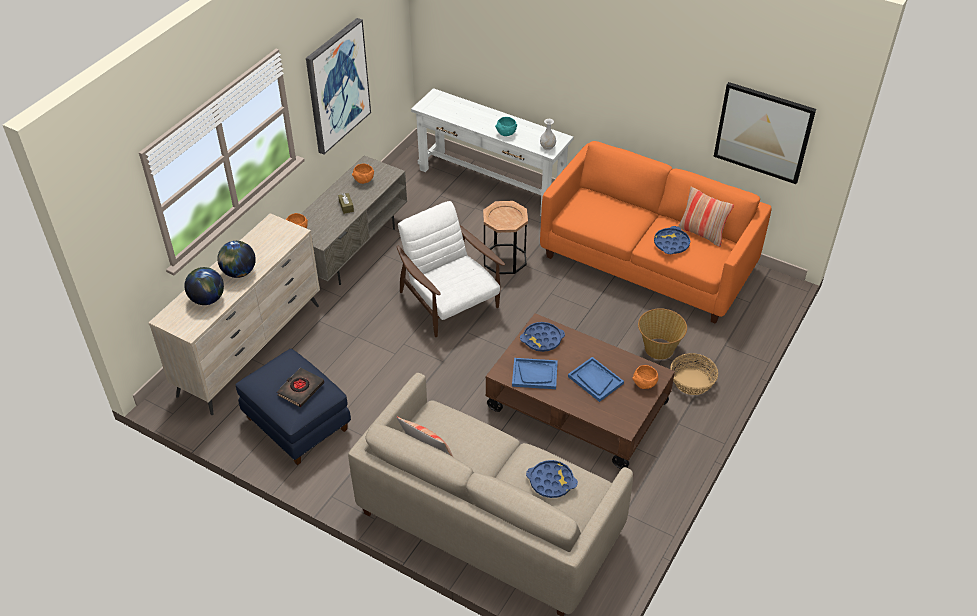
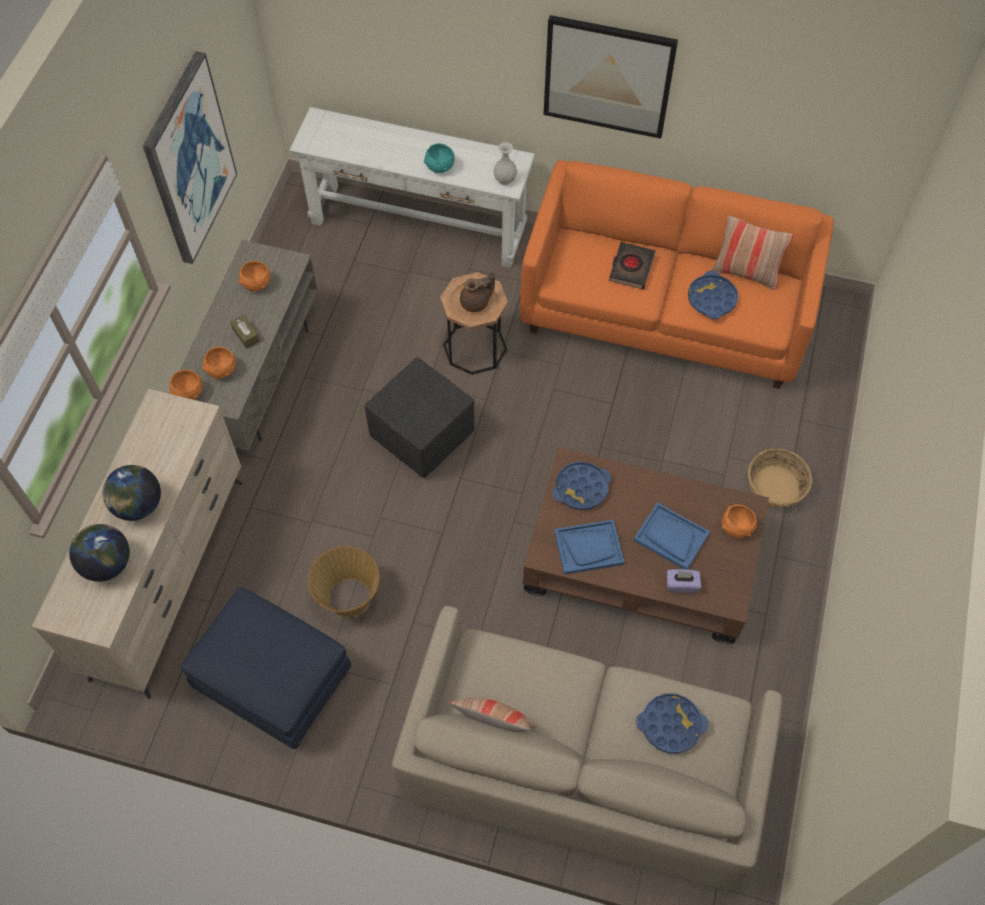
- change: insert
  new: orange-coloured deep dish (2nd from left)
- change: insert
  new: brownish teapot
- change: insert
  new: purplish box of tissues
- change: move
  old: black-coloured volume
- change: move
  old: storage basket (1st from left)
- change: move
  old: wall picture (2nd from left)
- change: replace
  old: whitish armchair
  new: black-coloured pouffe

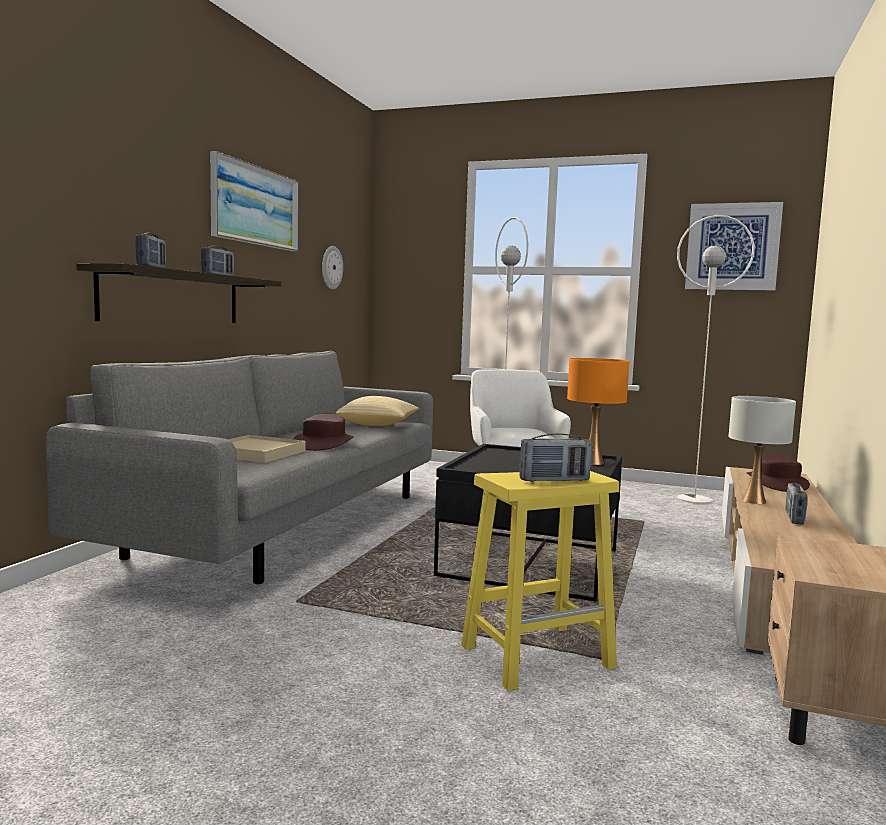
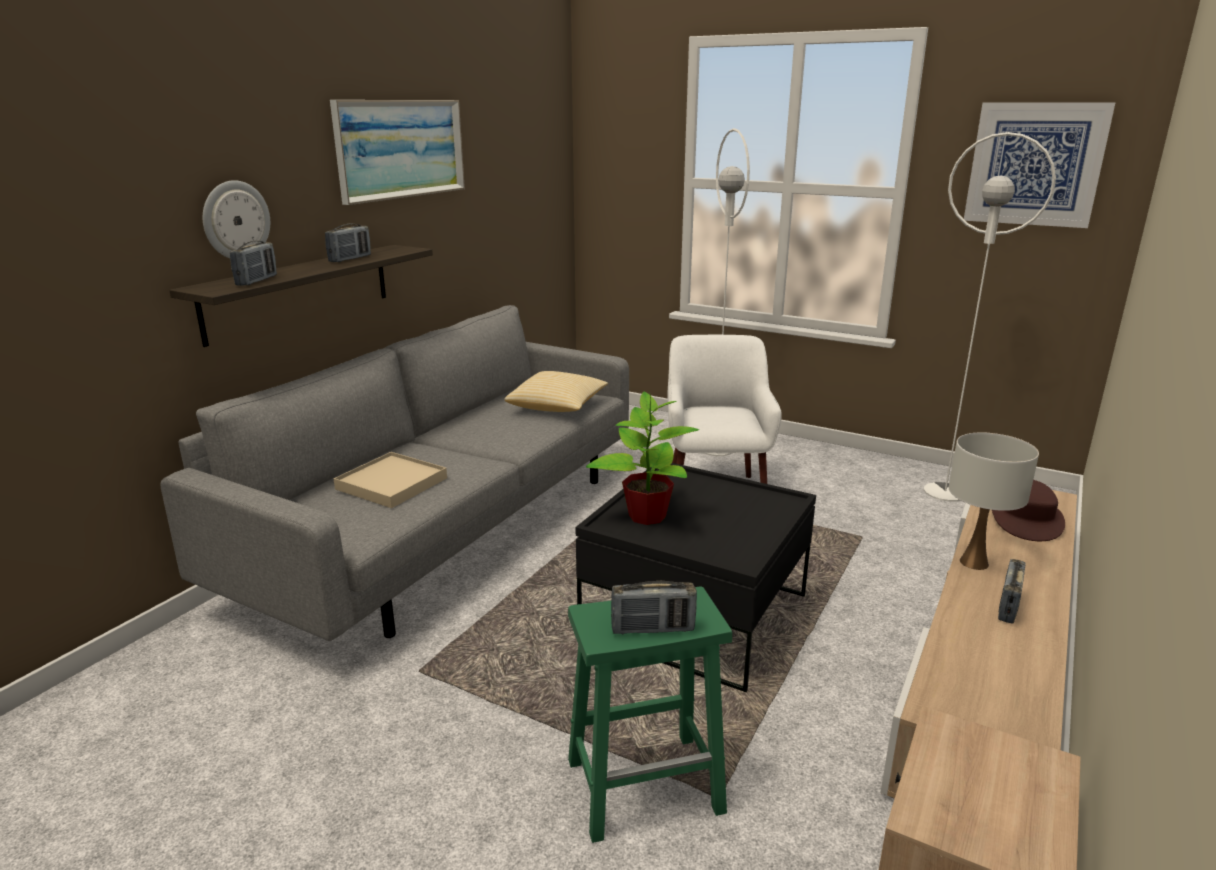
- change: delete
  old: brownish hat (1st from left)
- change: delete
  old: orange-coloured tabletop lamp
- change: insert
  new: plant in a pot
- change: move
  old: hanging clock
- change: recolor
  old: yellow-coloured stool
  new: green stool

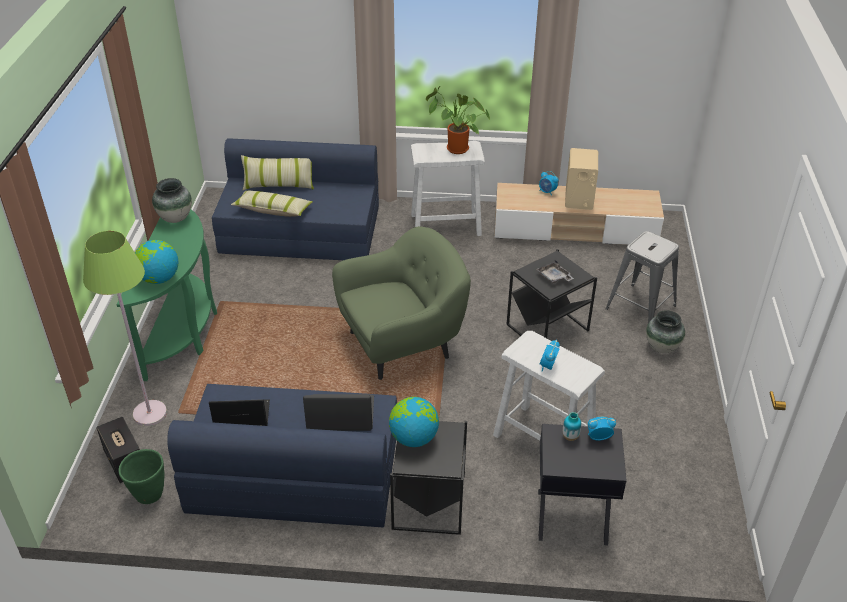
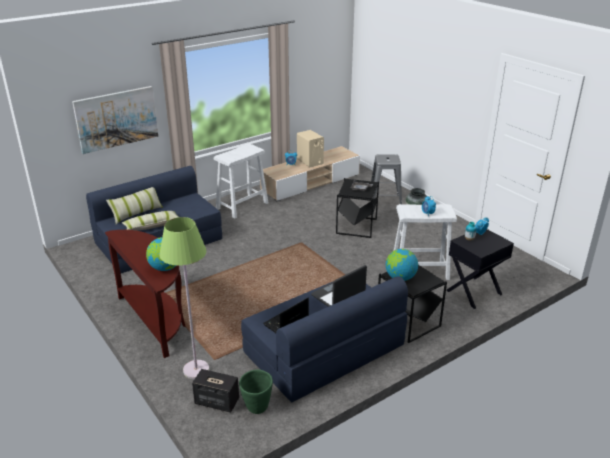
- change: delete
  old: flower vase (1st from left)
- change: delete
  old: green armchair
- change: delete
  old: plant in a pot
- change: insert
  new: wall picture
- change: recolor
  old: green narrow table
  new: brownish narrow table

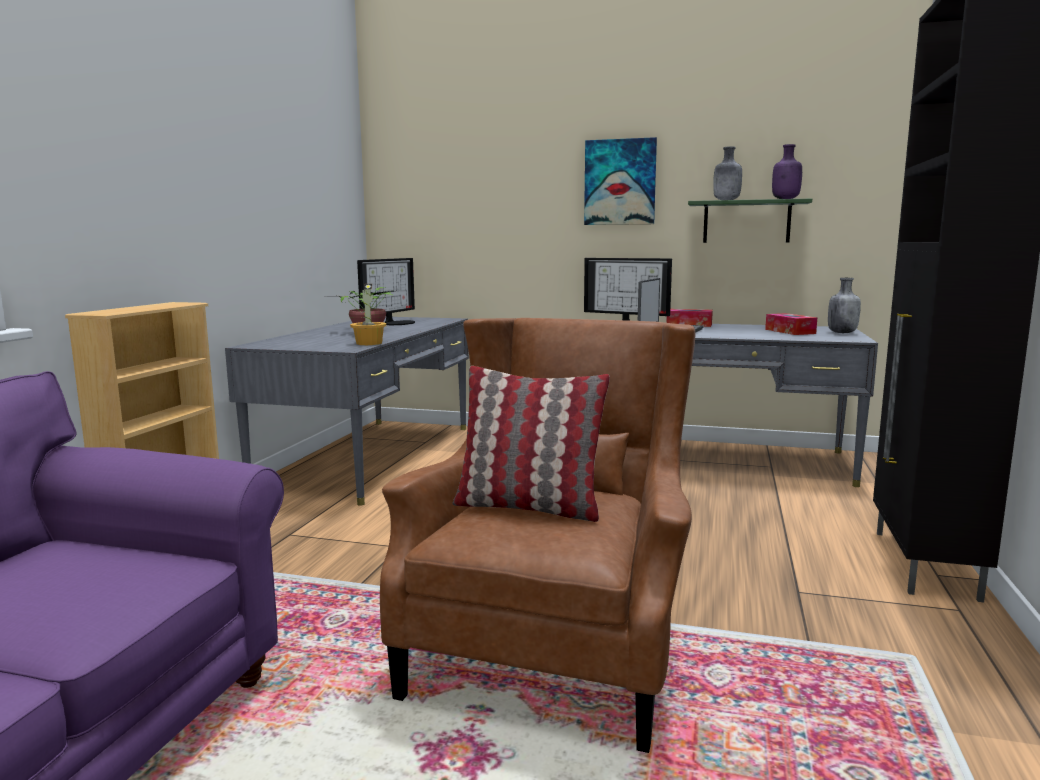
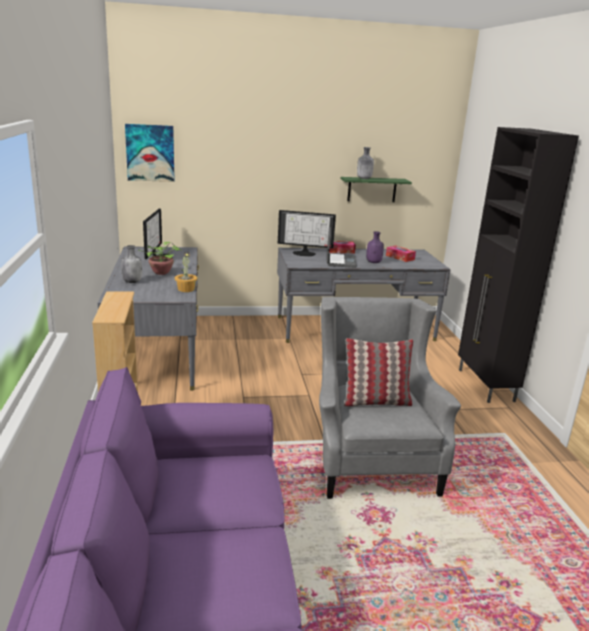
- change: move
  old: wall picture
- change: move
  old: purplish beverage bottle
- change: move
  old: greyish beverage bottle (2nd from left in the first image)
  new: greyish beverage bottle (1st from left)
- change: recolor
  old: brownish armchair
  new: greyish armchair

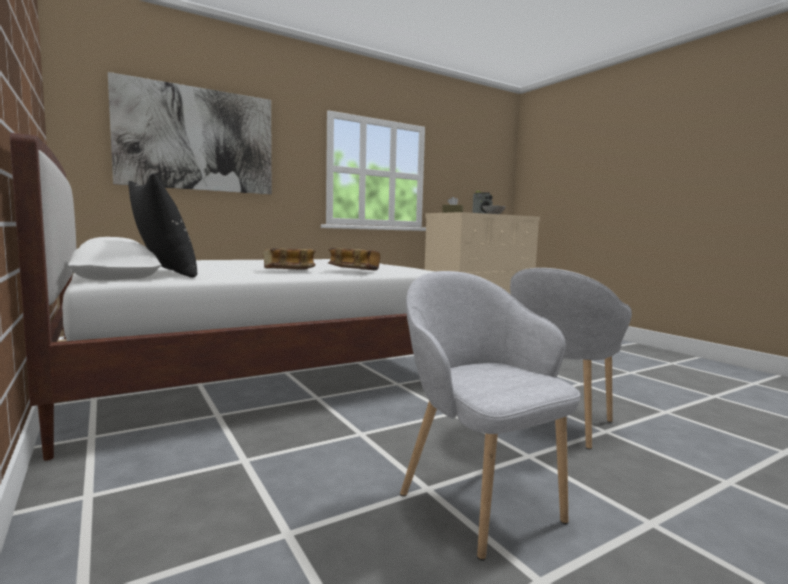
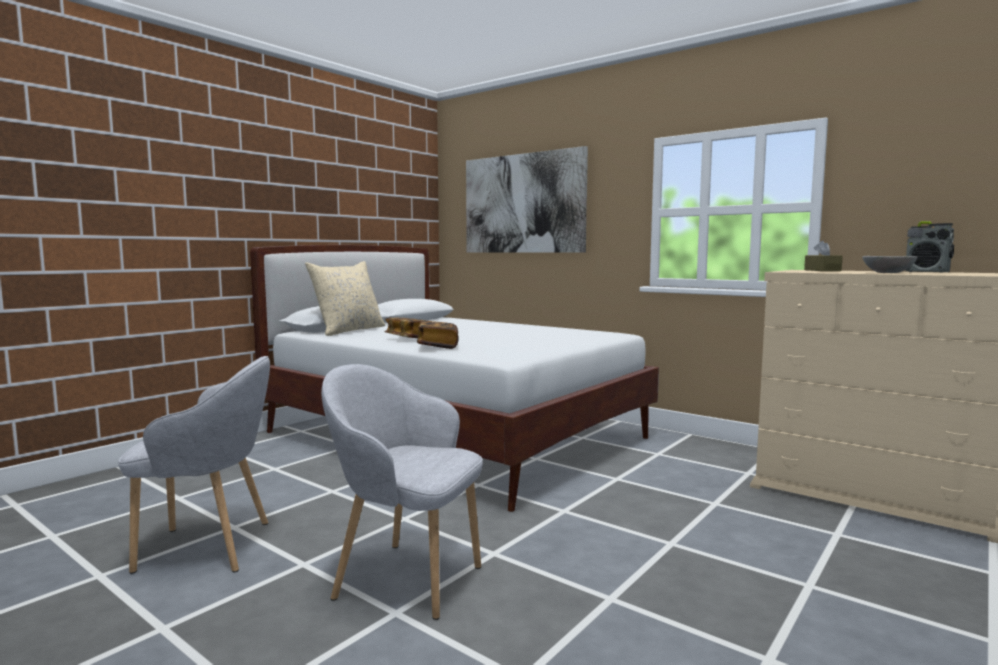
- change: recolor
  old: black-coloured throw pillow
  new: beige-coloured throw pillow
- change: rotate
  old: greyish armchair (1st from left)
  degrees: 45

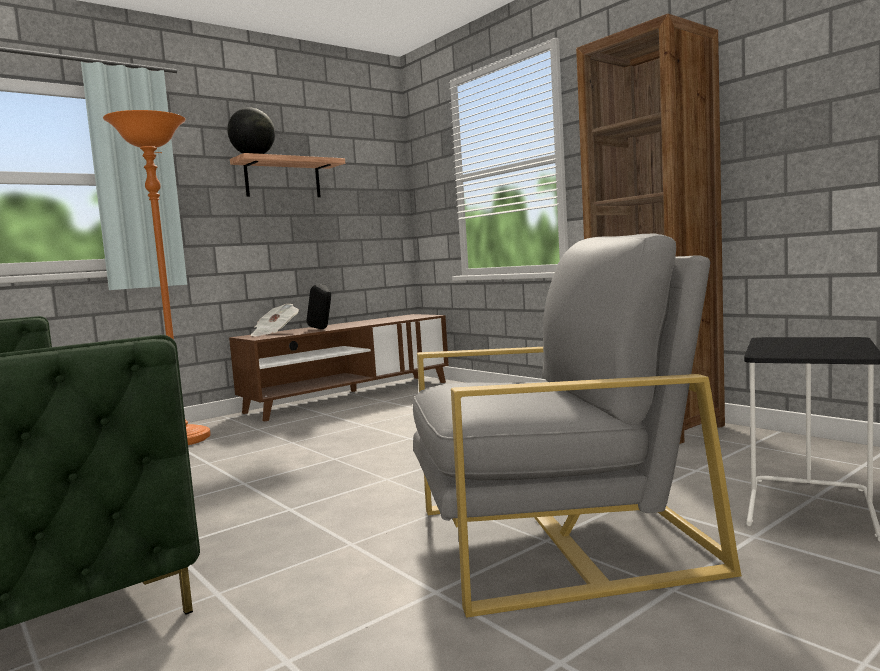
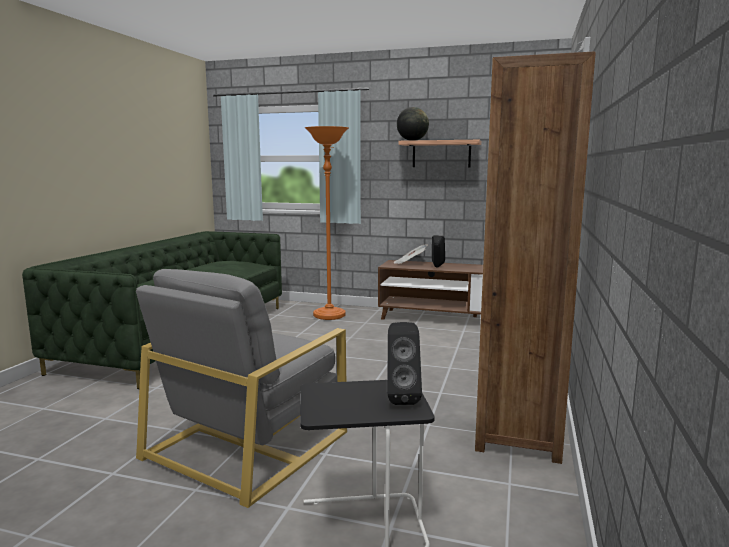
- change: insert
  new: black-coloured speaker (1st from left)
- change: rotate
  old: greyish armchair
  degrees: 75

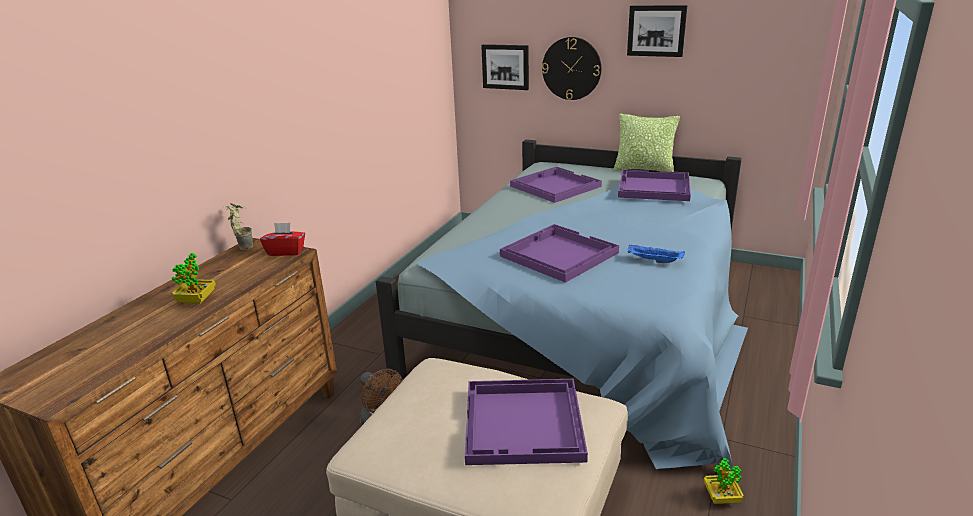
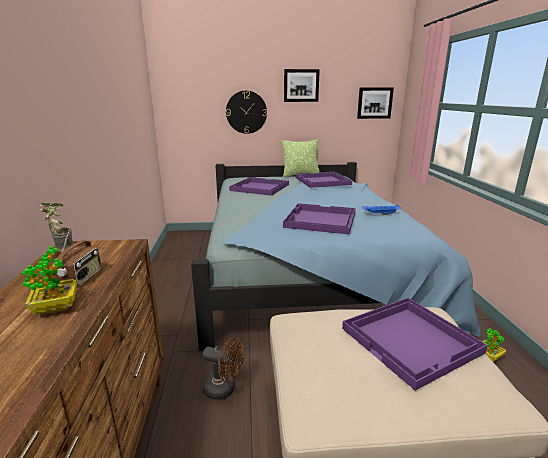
- change: delete
  old: reddish box of tissues
- change: insert
  new: radio
- change: move
  old: wall picture (1st from left in the first image)
  new: wall picture (2nd from left)

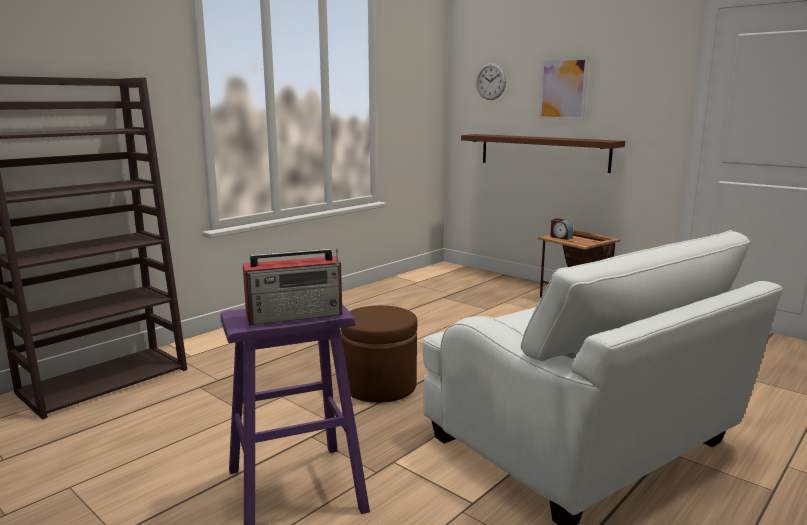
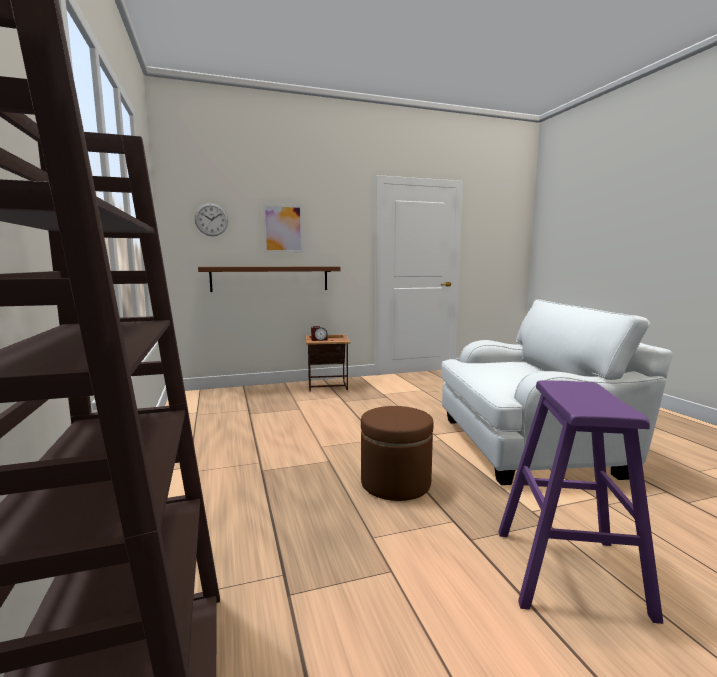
- change: delete
  old: radio

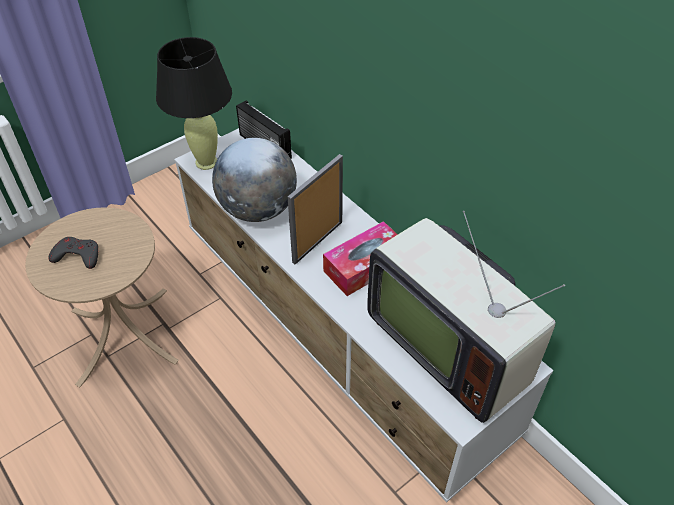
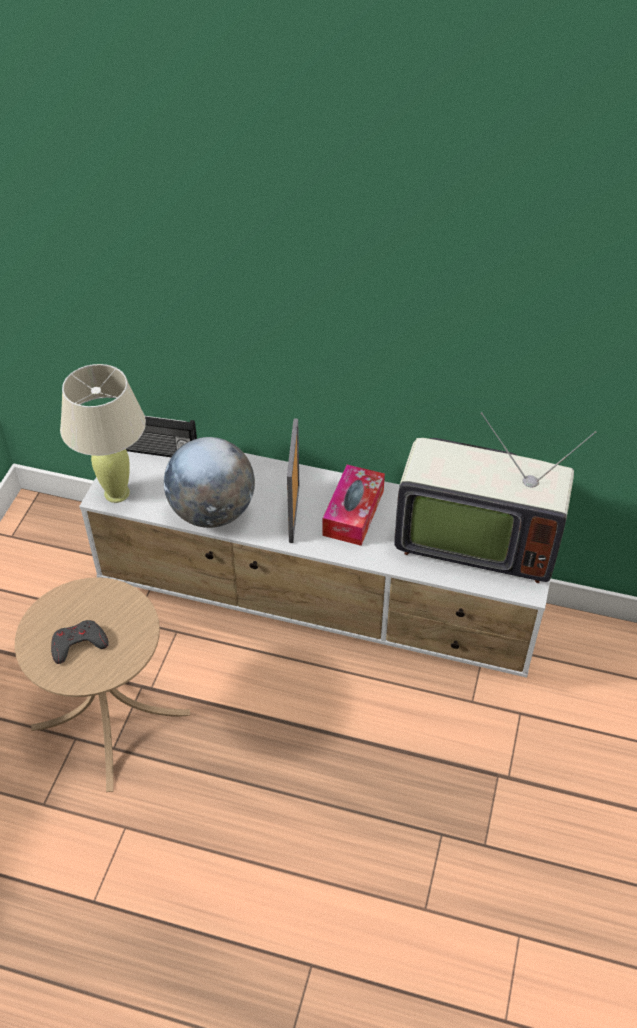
- change: recolor
  old: black-coloured tabletop lamp
  new: beige-coloured tabletop lamp

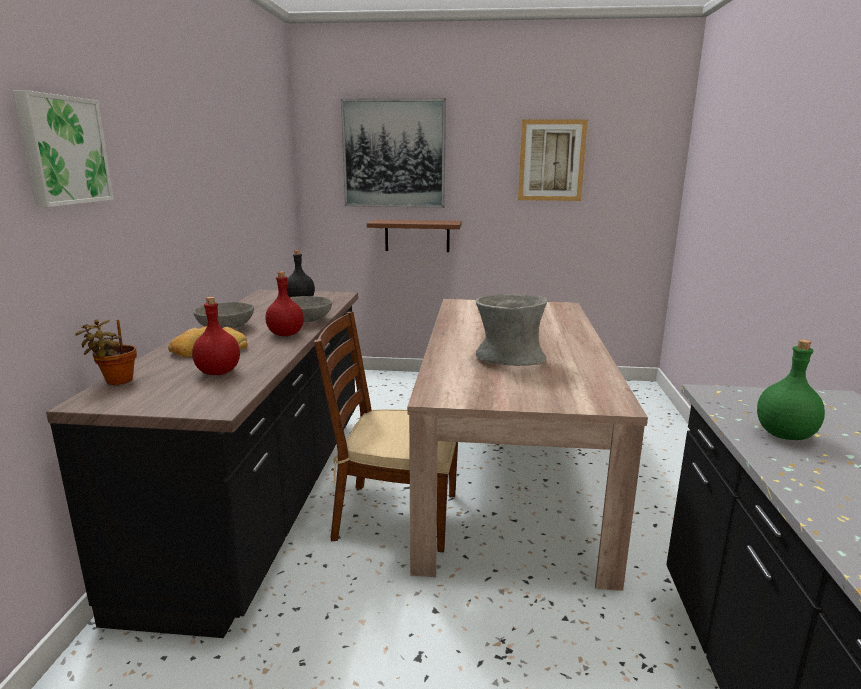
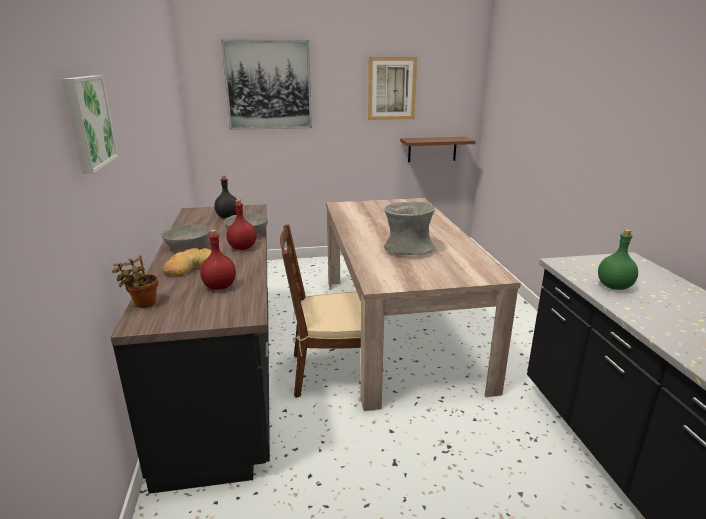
- change: move
  old: brownish wall shelf

